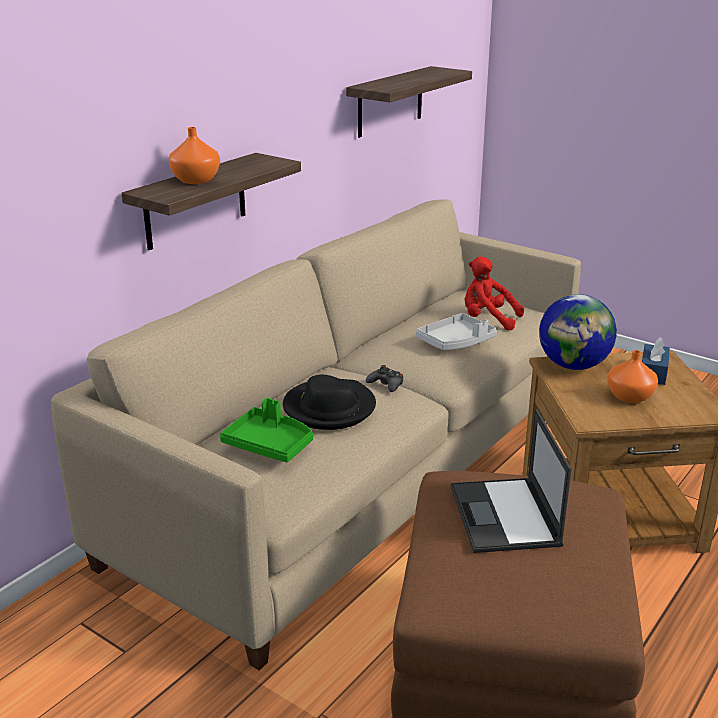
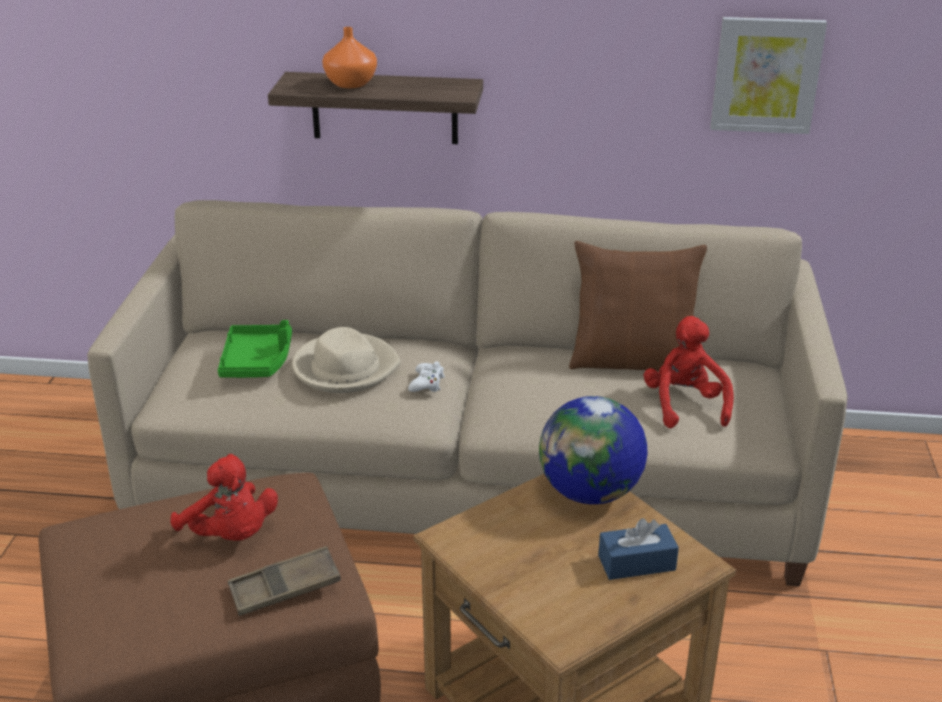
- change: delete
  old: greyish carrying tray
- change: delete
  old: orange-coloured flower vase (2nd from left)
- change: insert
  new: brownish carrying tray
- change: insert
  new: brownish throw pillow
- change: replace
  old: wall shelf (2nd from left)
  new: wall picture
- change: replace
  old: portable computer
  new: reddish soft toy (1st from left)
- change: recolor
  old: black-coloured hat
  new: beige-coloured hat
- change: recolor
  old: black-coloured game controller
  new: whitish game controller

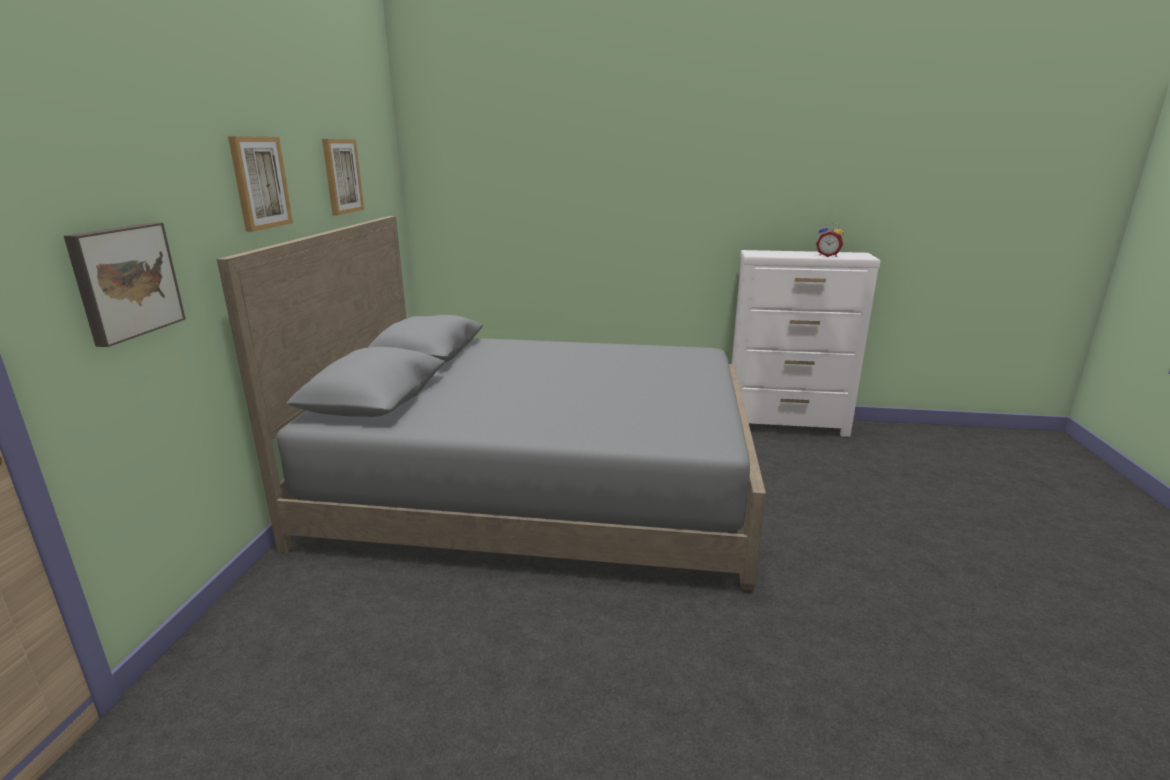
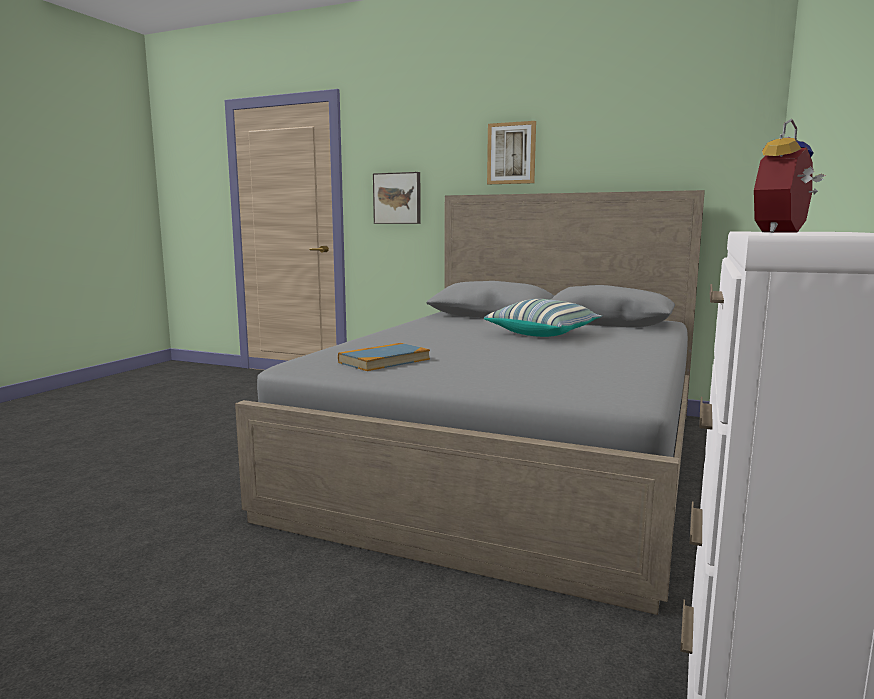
- change: delete
  old: wall picture (3rd from left)
- change: insert
  new: volume
- change: insert
  new: throw pillow

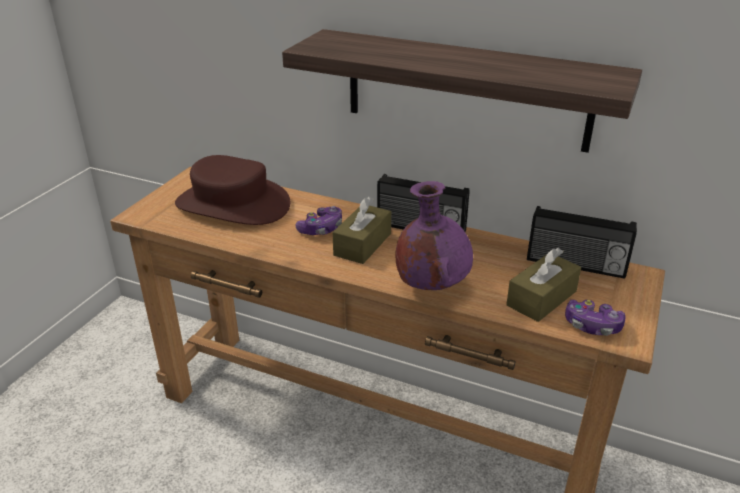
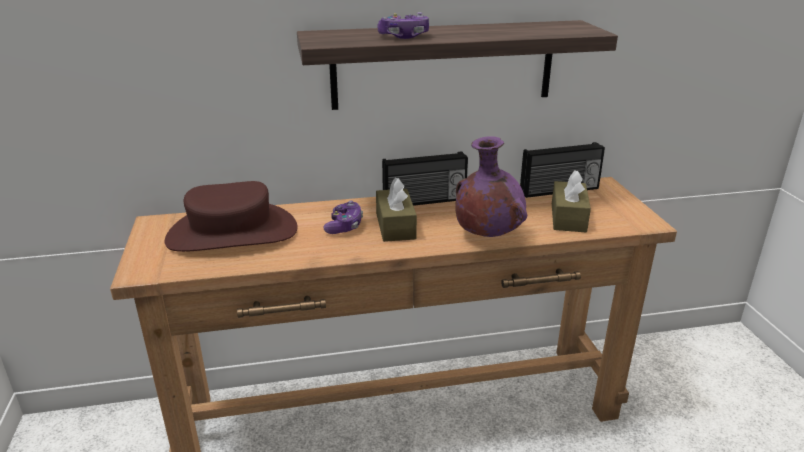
- change: move
  old: game controller (2nd from left)

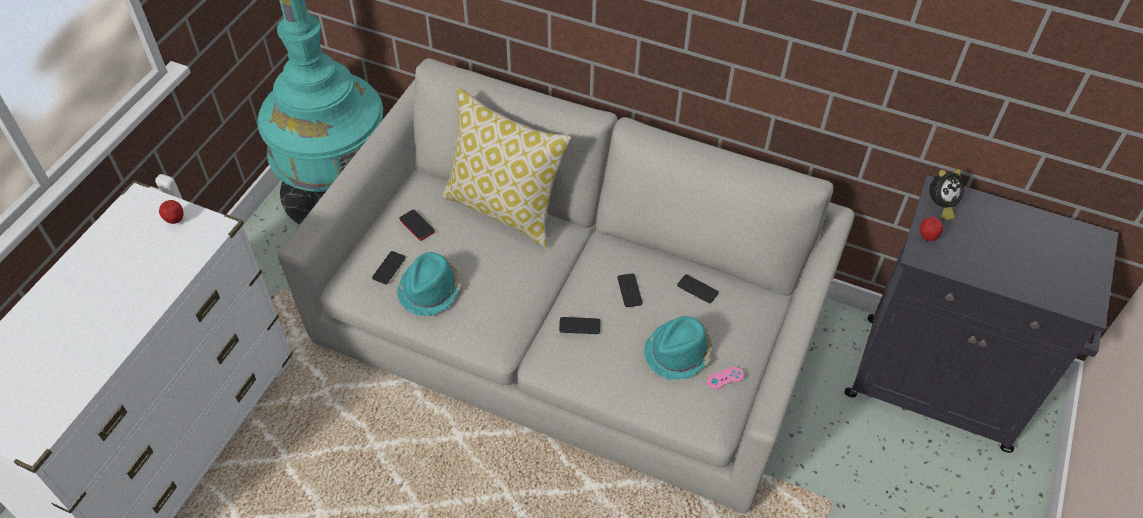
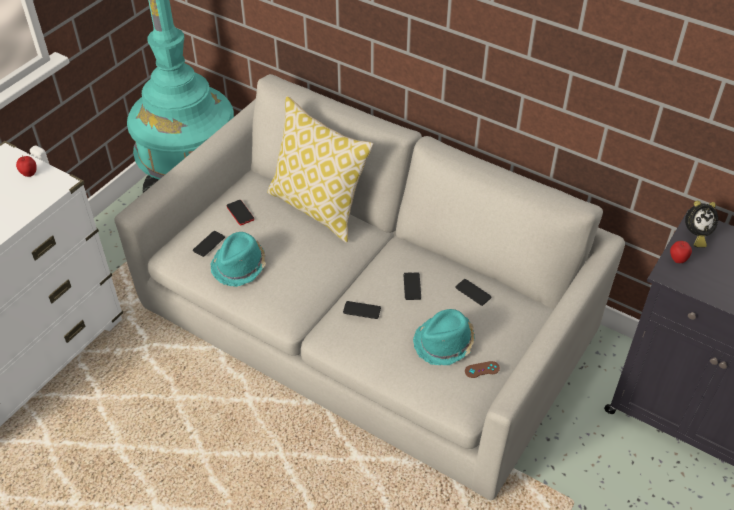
- change: recolor
  old: pinkish game controller
  new: brownish game controller

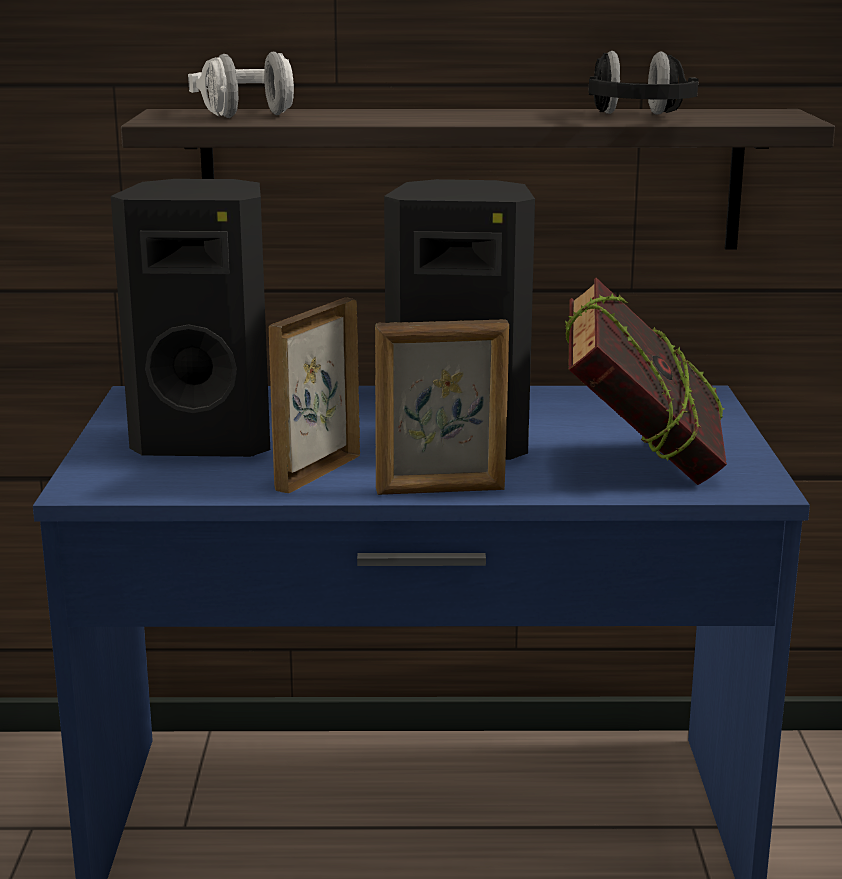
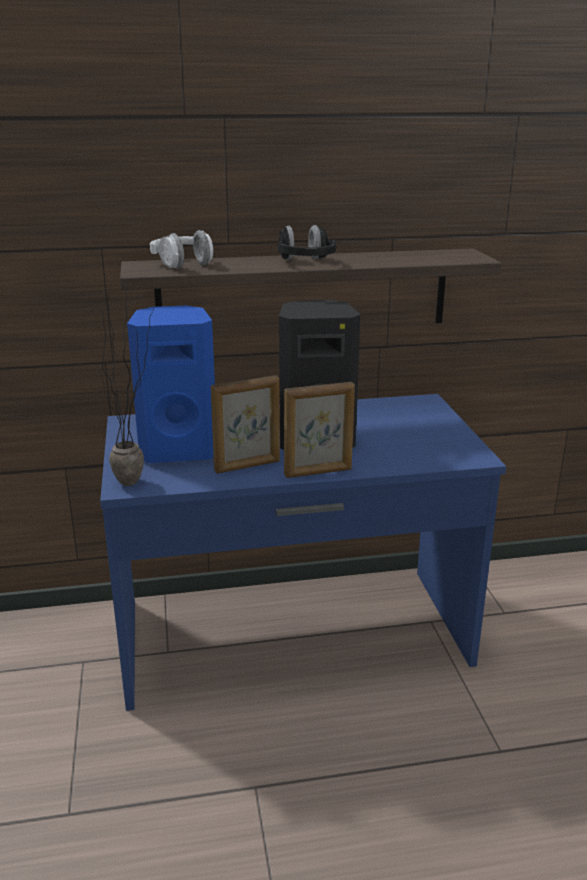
- change: delete
  old: volume
- change: insert
  new: plant in a pot
- change: move
  old: black-coloured headphones
- change: recolor
  old: black-coloured speaker (1st from left)
  new: blue speaker
- change: rotate
  old: standing frame (1st from left)
  degrees: -135

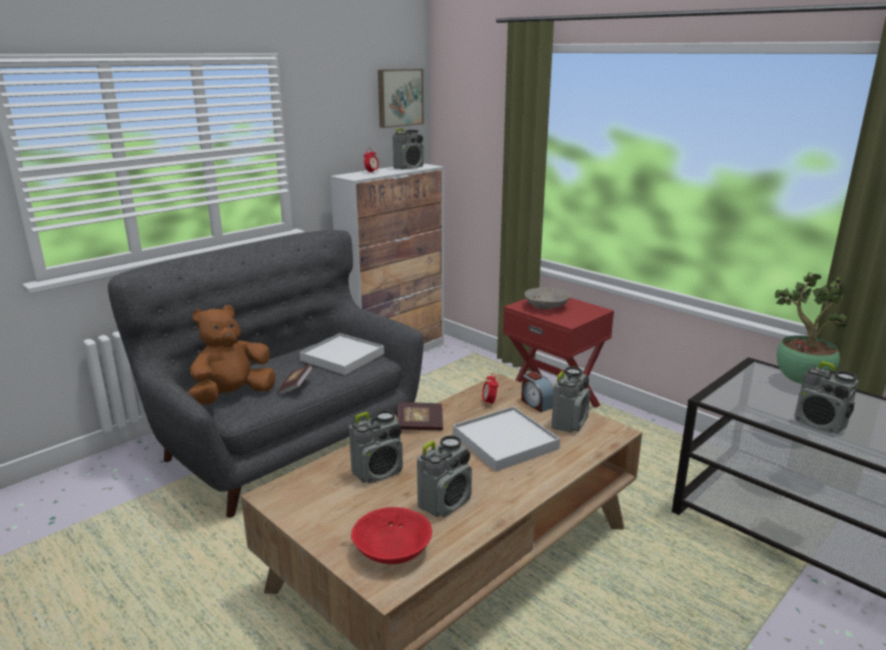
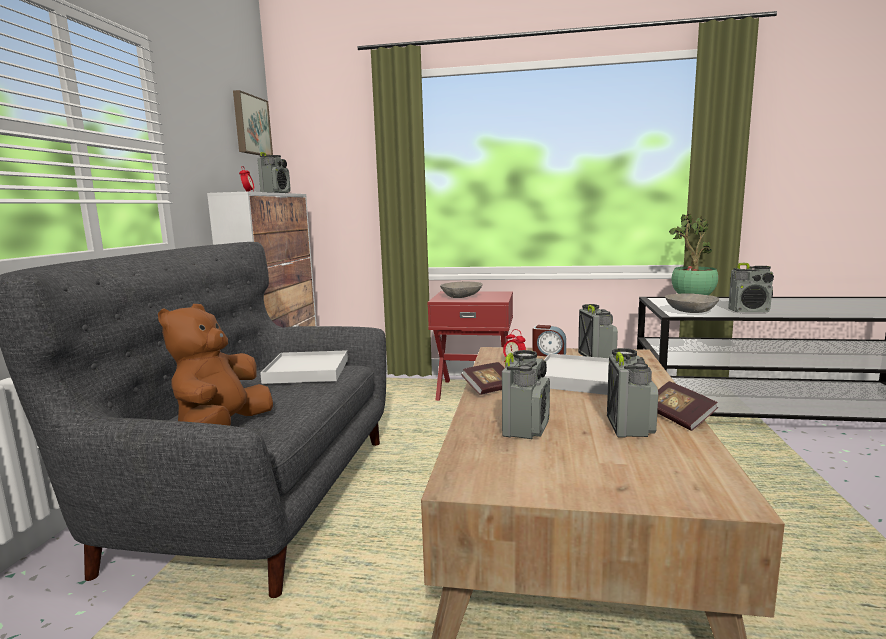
- change: delete
  old: reddish deep dish
- change: insert
  new: greyish deep dish (2nd from left)
- change: move
  old: volume (1st from left in the first image)
  new: volume (2nd from left)

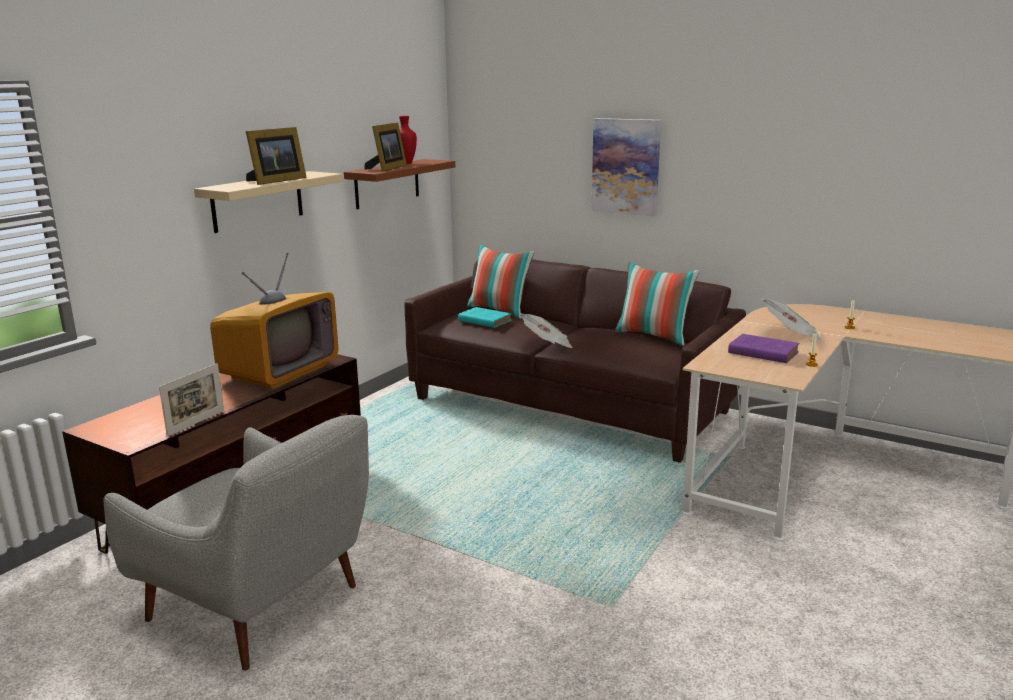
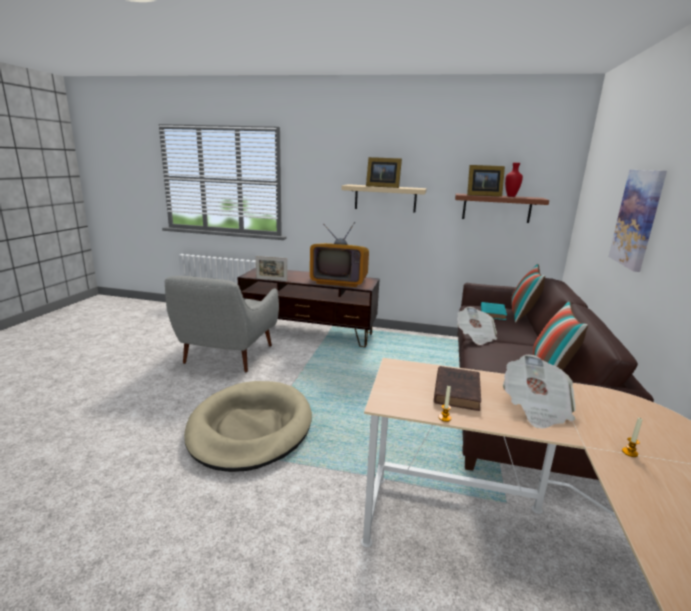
- change: insert
  new: beige-coloured dog cushion
- change: recolor
  old: purplish volume
  new: brownish volume

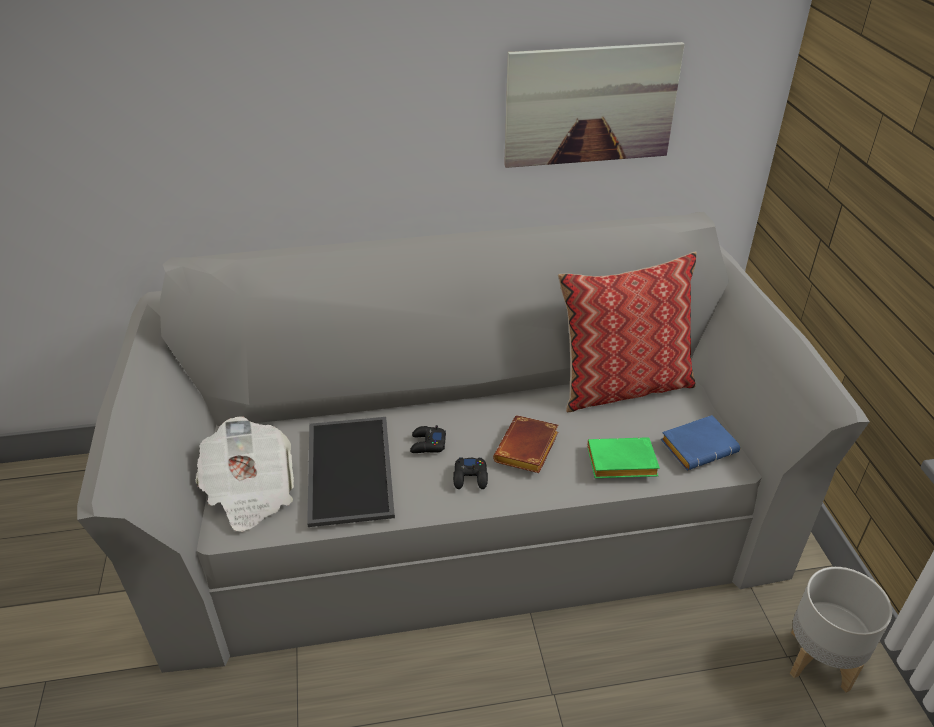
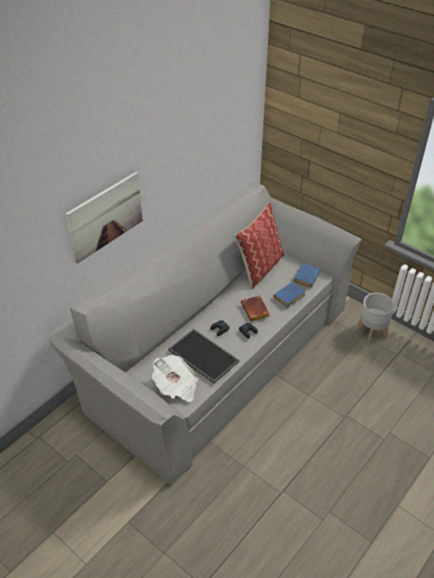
- change: move
  old: wall picture
- change: recolor
  old: green volume
  new: blue volume (1st from left)

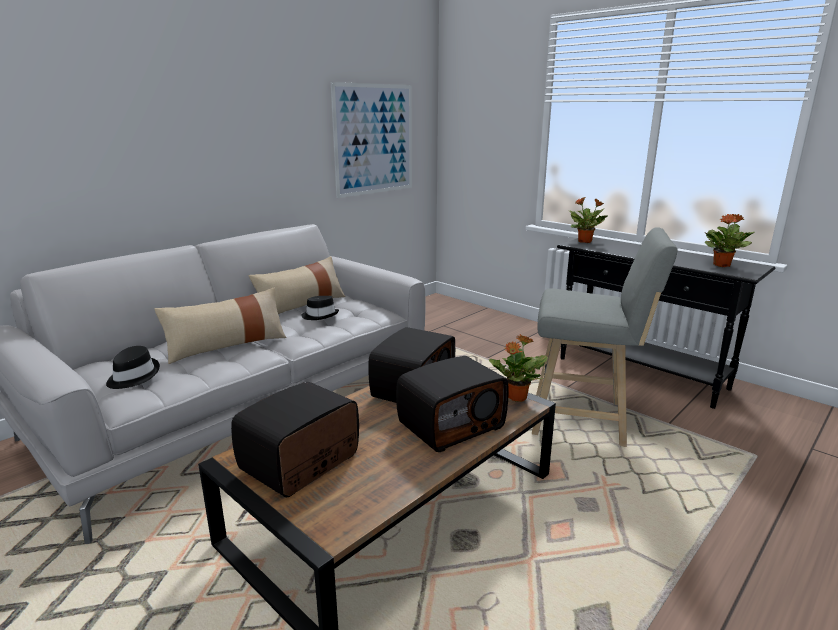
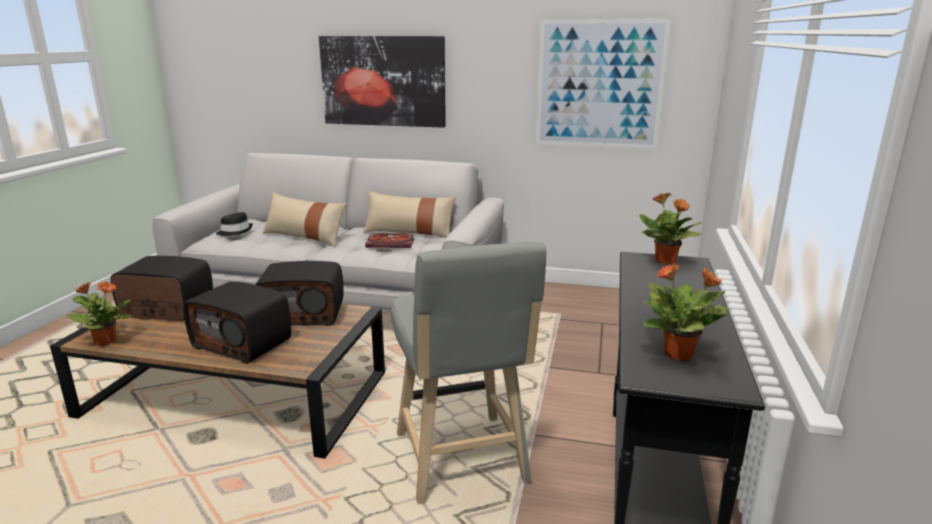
- change: insert
  new: wall picture (1st from left)
- change: move
  old: plant in a pot (1st from left)
- change: replace
  old: black-coloured hat (2nd from left)
  new: volume

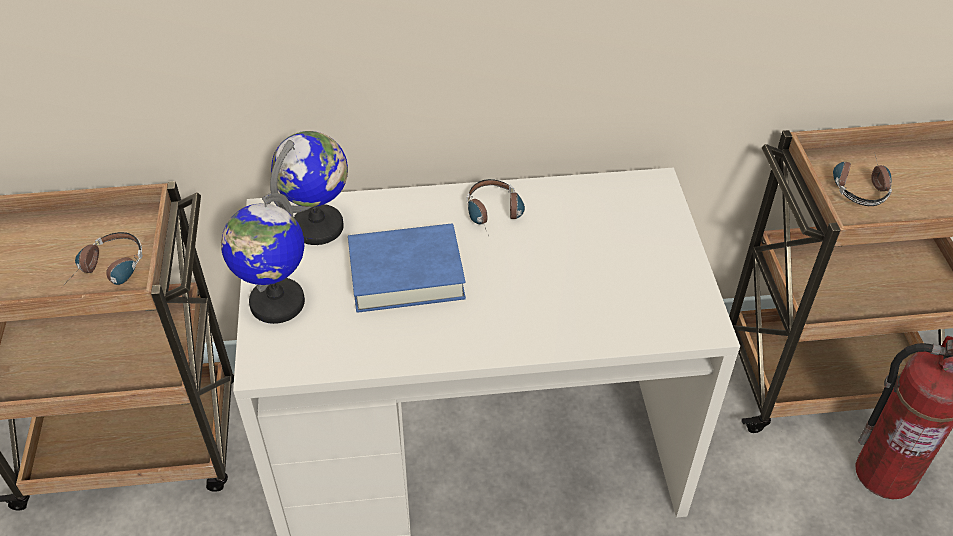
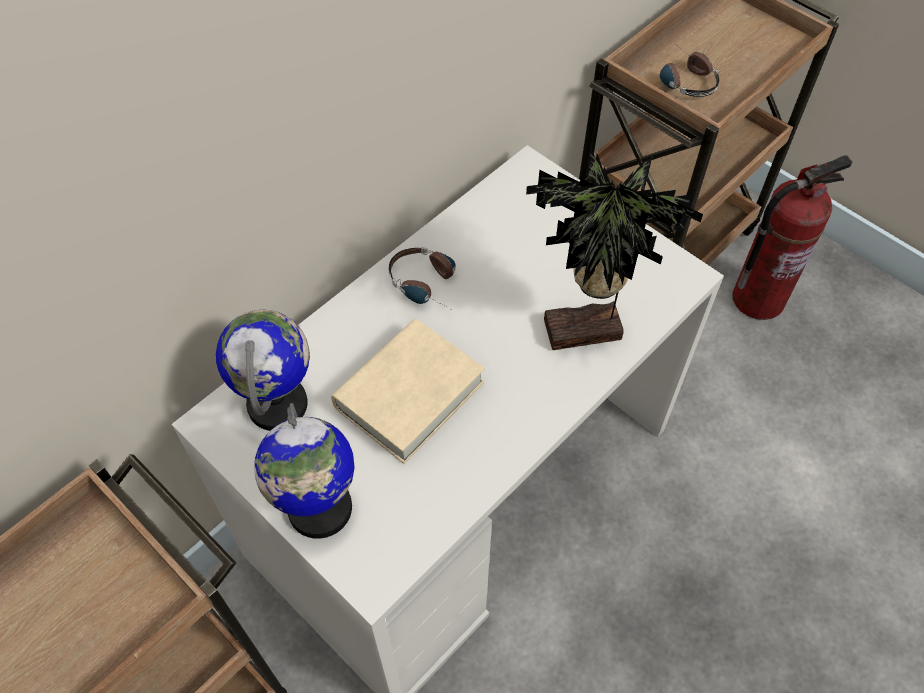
- change: delete
  old: headphones (1st from left)
- change: insert
  new: plant in a pot
- change: recolor
  old: blue volume
  new: beige-coloured volume

